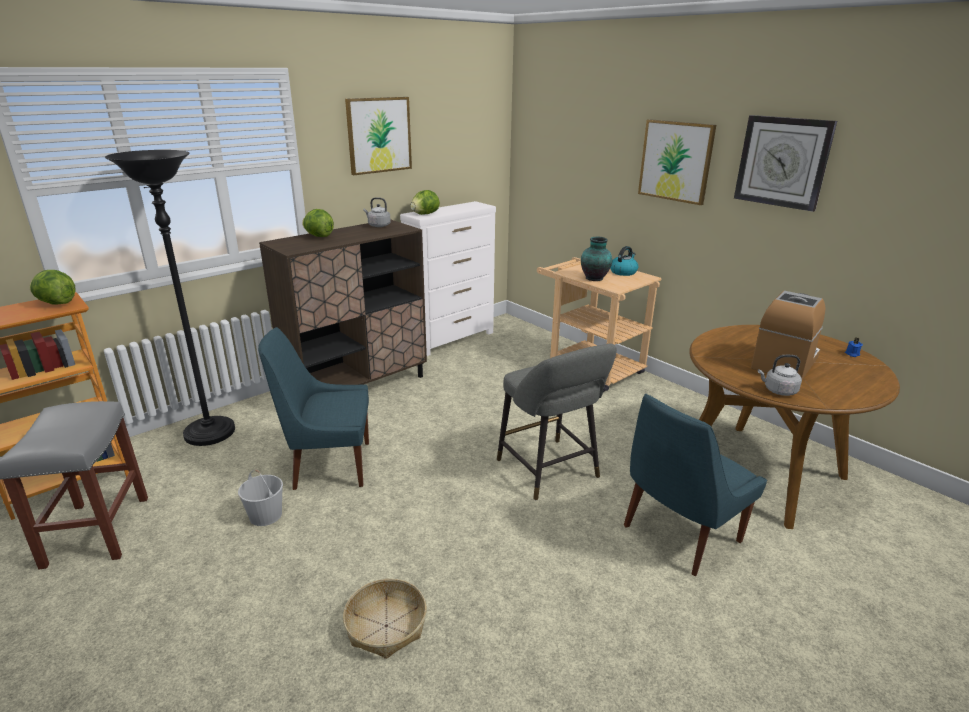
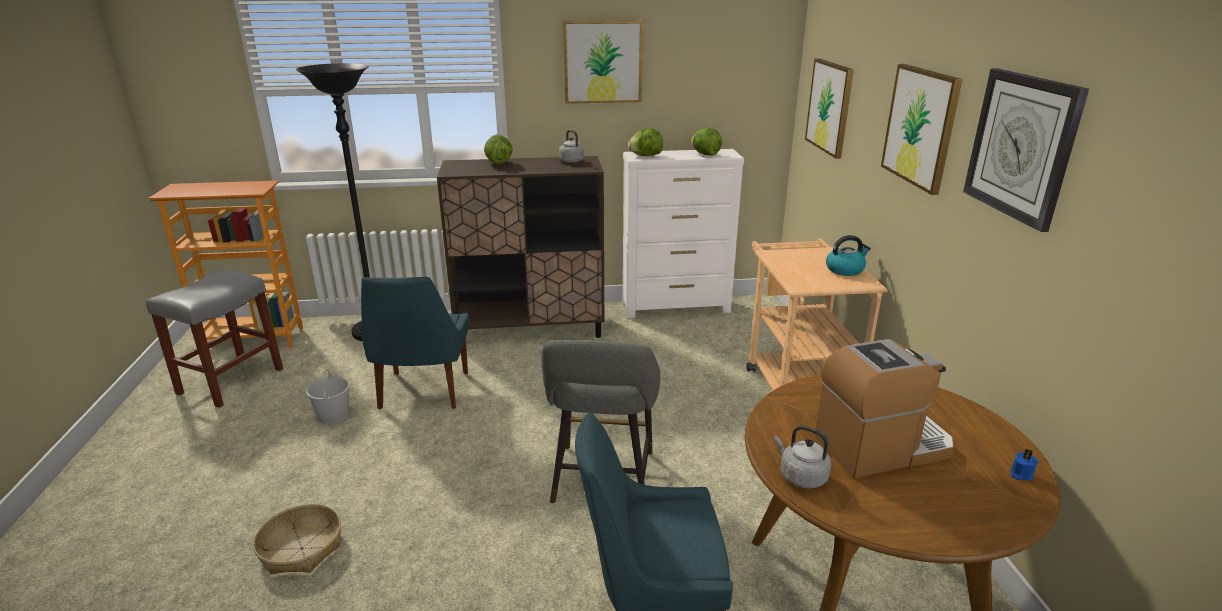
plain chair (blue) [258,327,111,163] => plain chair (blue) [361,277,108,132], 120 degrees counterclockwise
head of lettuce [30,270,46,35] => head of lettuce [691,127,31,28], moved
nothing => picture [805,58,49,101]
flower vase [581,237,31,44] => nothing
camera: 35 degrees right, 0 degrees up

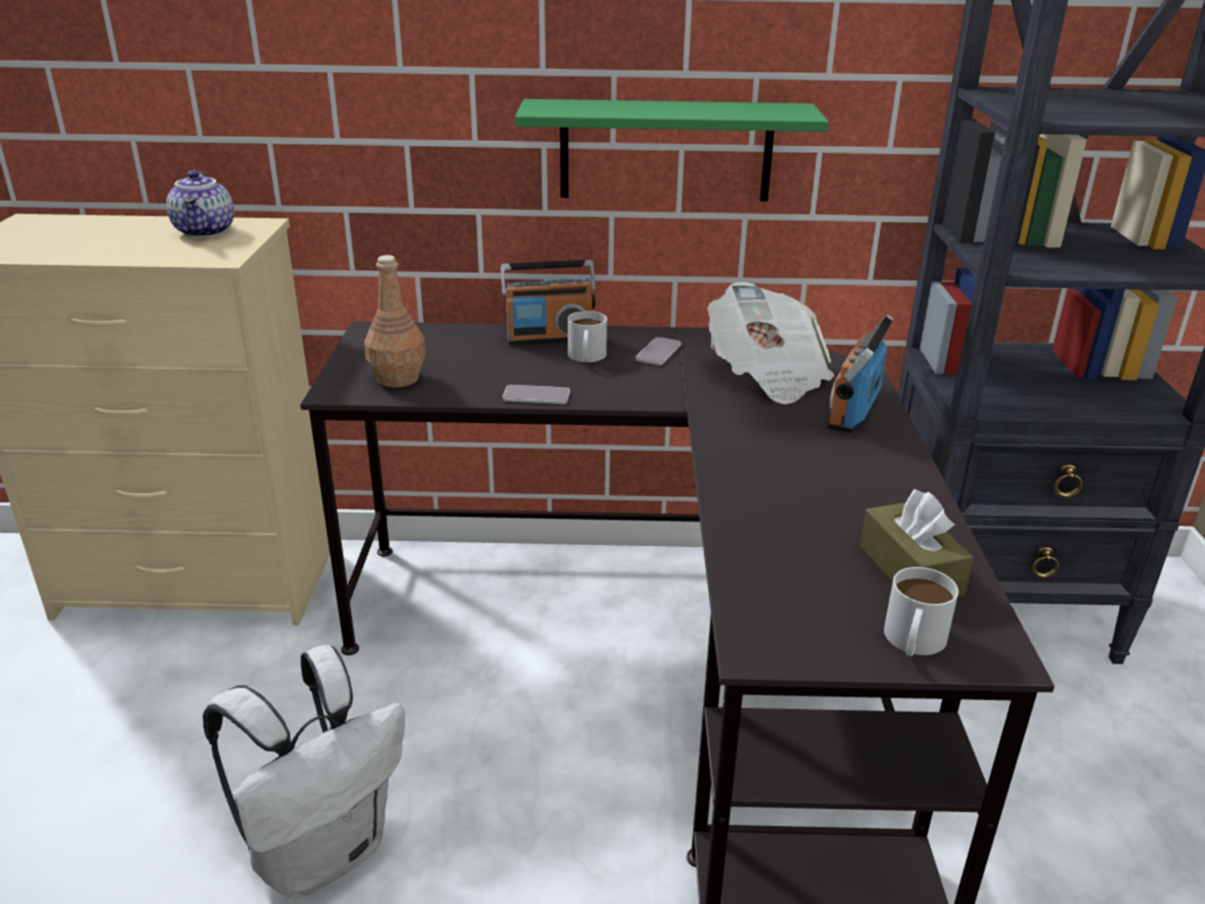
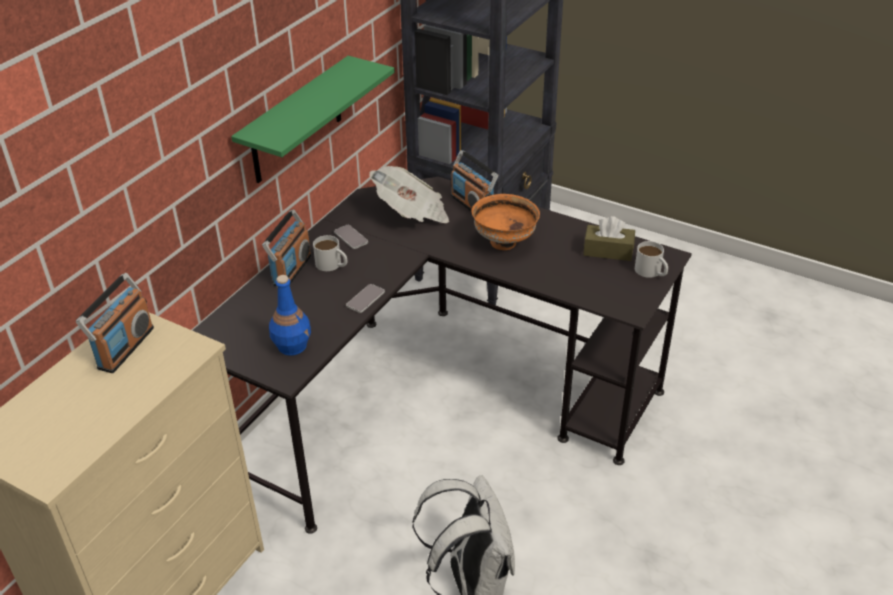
tea pot [166,170,68,68] => radio receiver [76,273,78,100]
drink bottle (brown) [364,255,62,133] => drink bottle (blue) [269,275,42,81]
nothing => deep dish (orange) [471,194,69,56]
camera: 60 degrees left, 10 degrees up

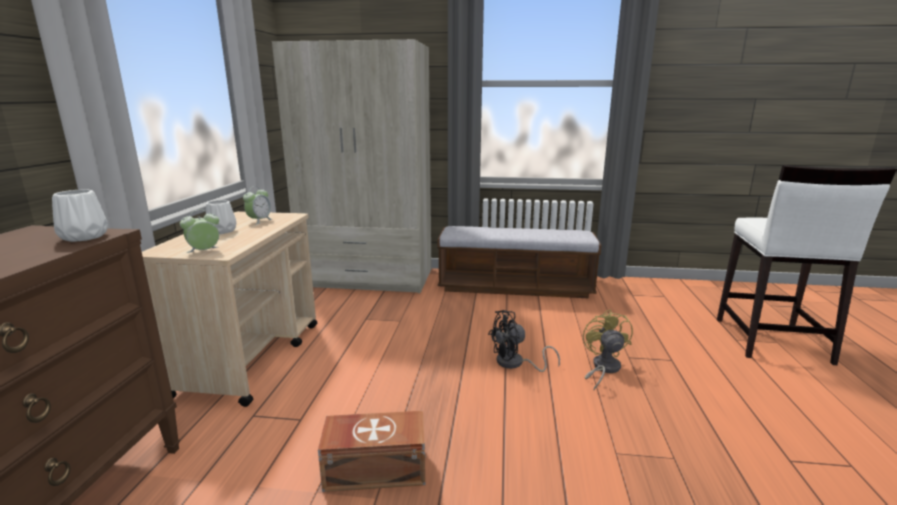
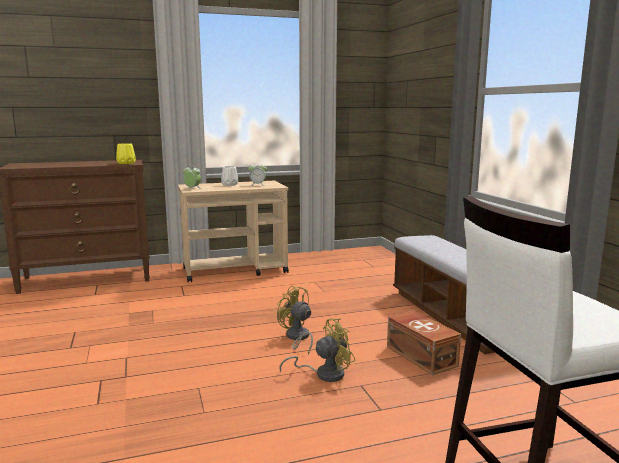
flower vase (white-coloured) [52,189,56,53] => flower vase (yellow) [116,143,20,21]
fan (blackish) [488,310,72,62] => fan (yellow) [277,286,36,68]
storage box (brown) [318,411,107,81] => storage box (brown) [387,311,74,64], moved
clothes cupboard (beige-coloured) [272,39,160,254] => nothing
camera: 65 degrees right, 5 degrees down

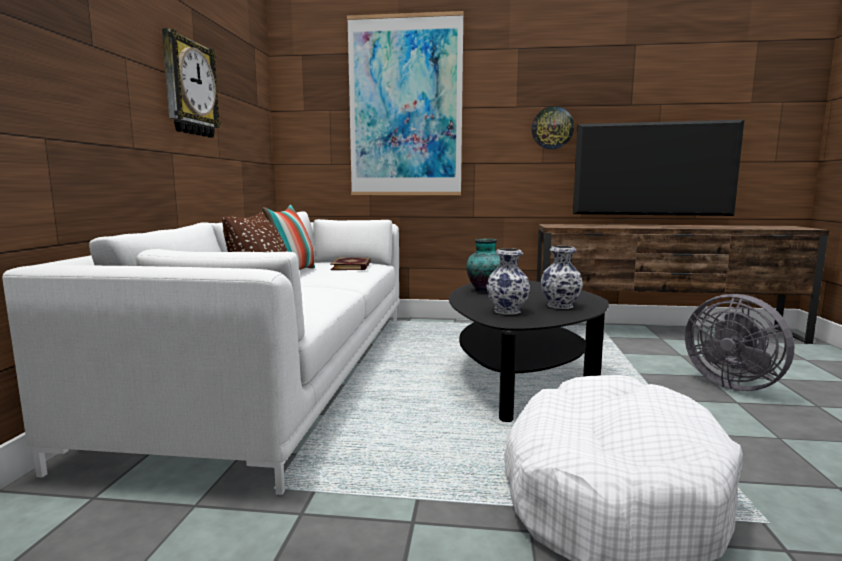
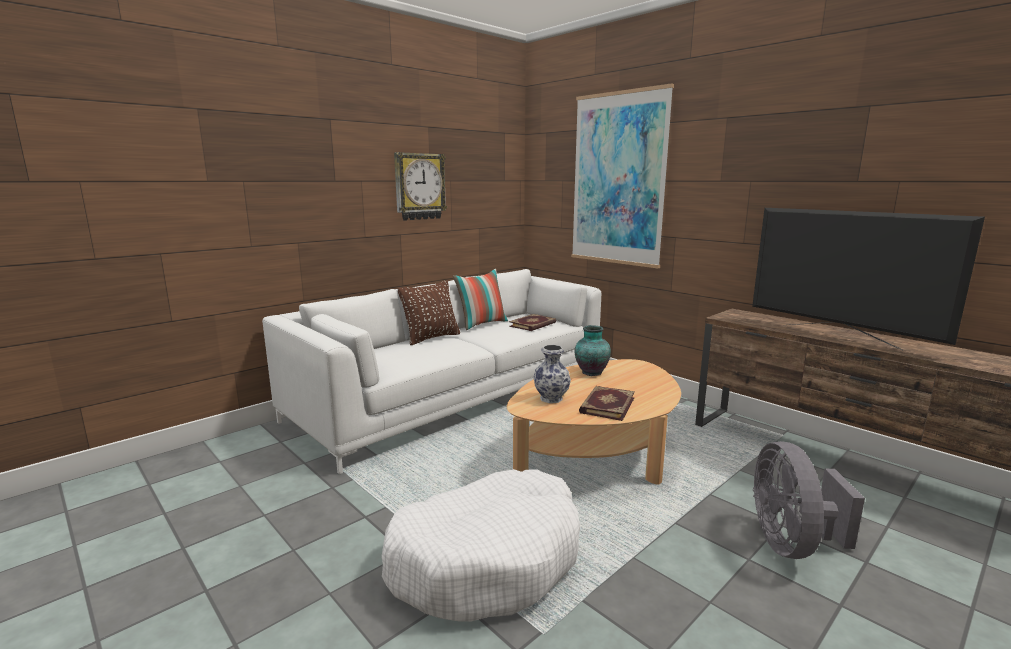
lounge table (blackish) [449,281,160,141] => lounge table (beige-coloured) [507,359,174,126]
flower vase [541,246,42,63] => book [579,386,56,35]
wall clock [532,106,42,43] => nothing
camera: 40 degrees right, 5 degrees up

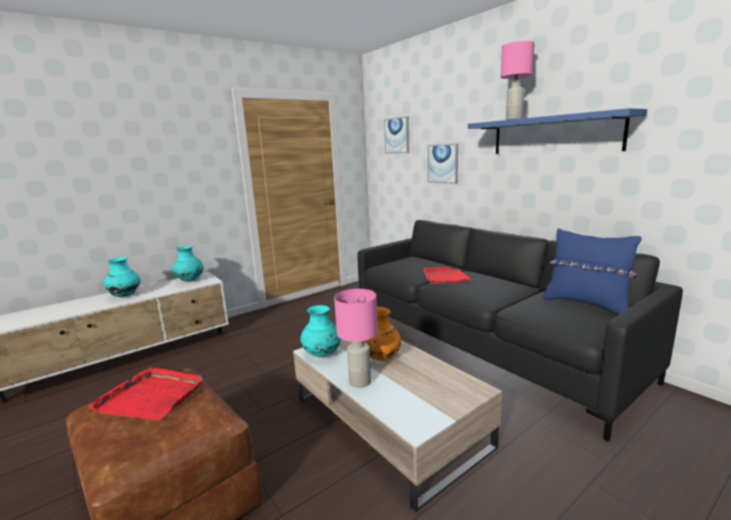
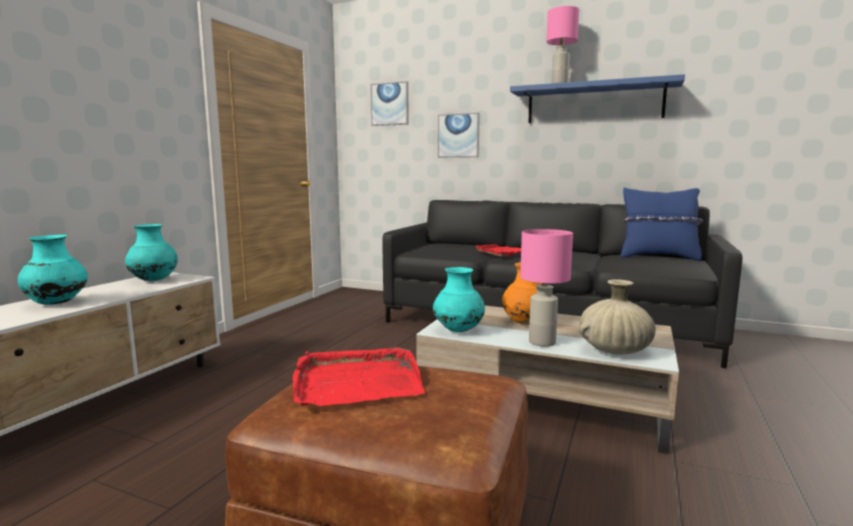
nothing => flower vase (beige-coloured) [578,279,78,76]
camera: 30 degrees left, 5 degrees down

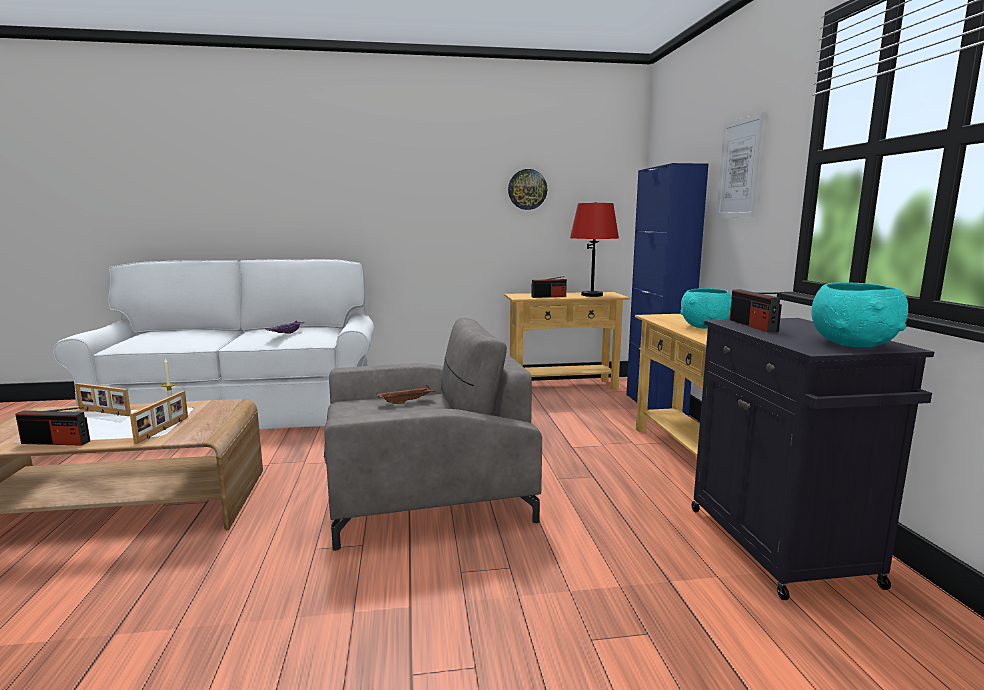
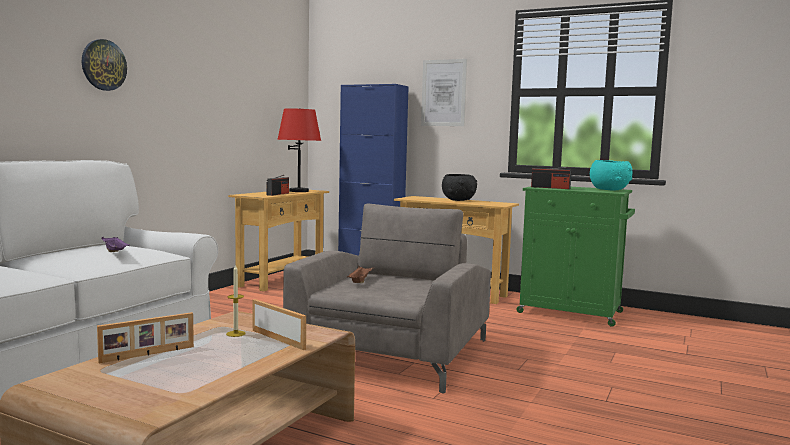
wall clock [508,169,39,41] => wall clock [82,39,45,52], moved
deep dish (turquoise-coloured) [681,288,51,40] => deep dish (blackish) [442,174,35,27]
cupboard (blackish) [692,318,242,282] => cupboard (greenish) [516,186,119,141]
radio receiver [16,407,74,39] => nothing
camera: 55 degrees left, 5 degrees down

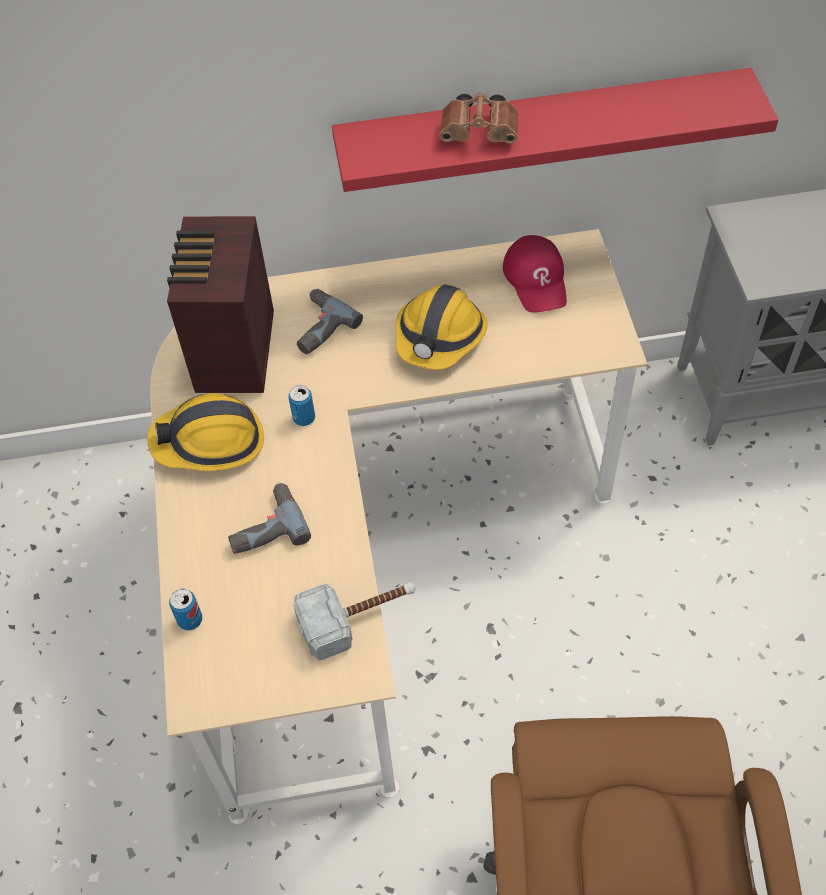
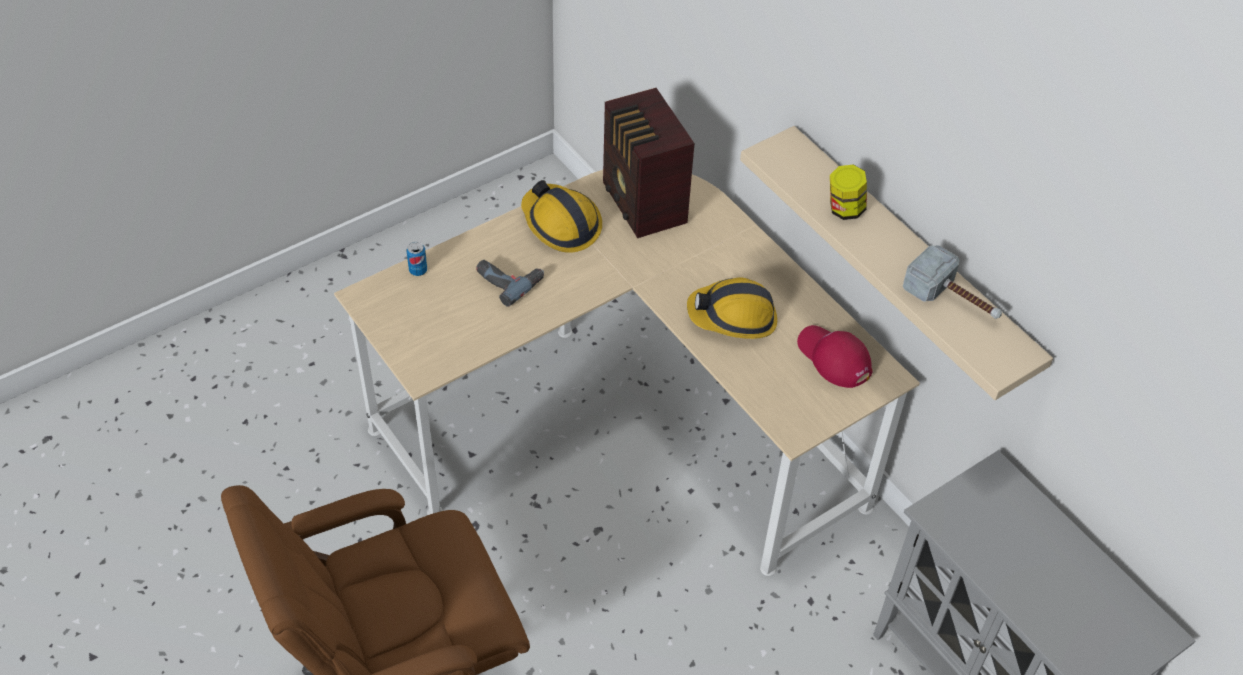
radio receiver [167,216,107,177] => radio receiver [603,88,92,150], 90 degrees counterclockwise
wall shelf (red) [332,68,446,124] => wall shelf (beige-coloured) [740,126,313,274]
cap (red) [503,235,64,78] => cap (red) [797,325,76,63], 90 degrees clockwise
pair of binoculars (brown) [439,92,79,52] => storage jar [830,165,37,55]
hammer [293,581,123,79] => hammer [903,245,99,74], moved
can [288,385,27,41] => nothing
power drill [297,289,66,65] => nothing
camera: 60 degrees right, 5 degrees down

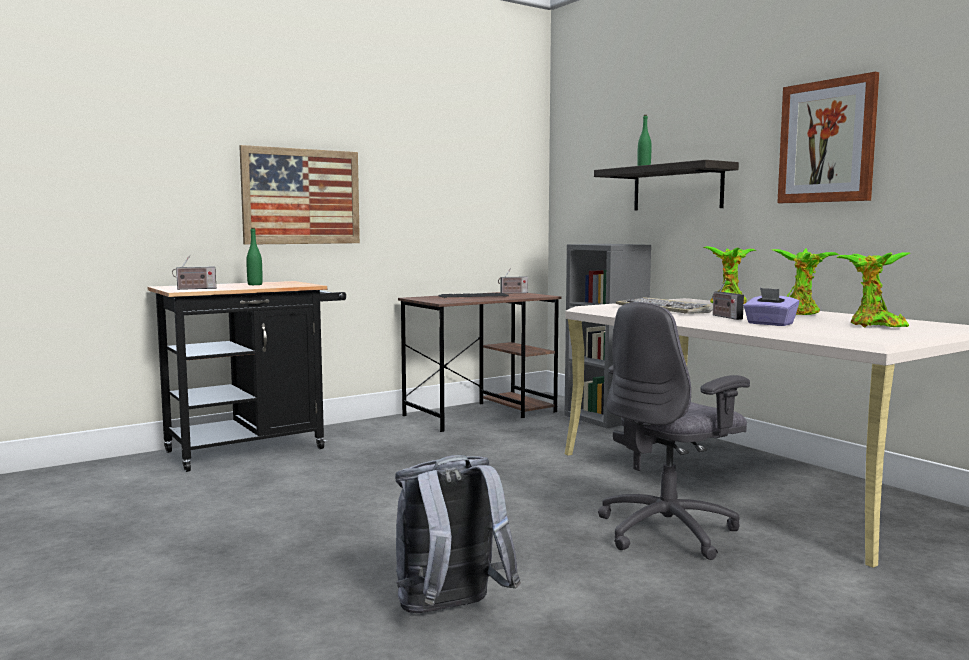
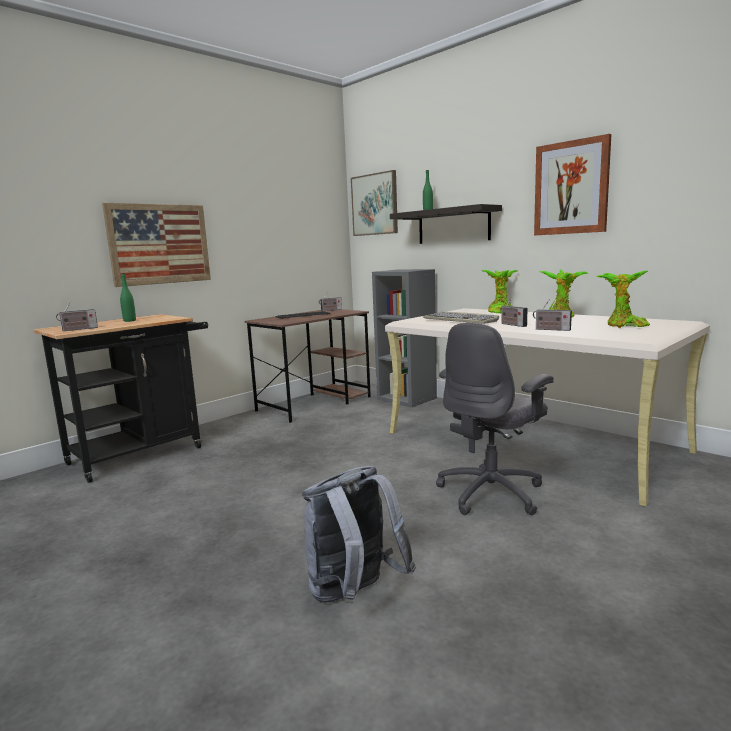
nothing => picture [351,170,47,66]
tissue box (purplish) [744,288,55,38] => radio receiver [533,299,39,32]
camera: 10 degrees left, 5 degrees up

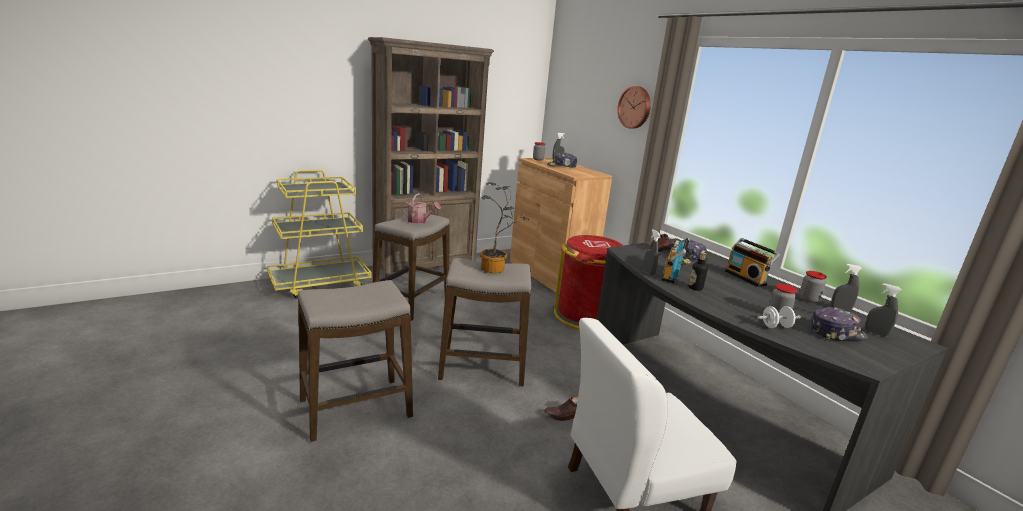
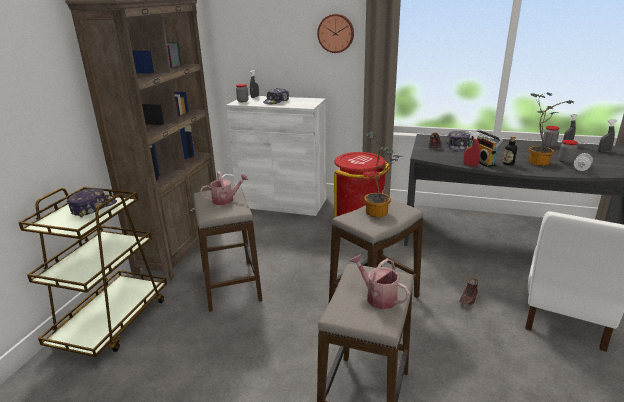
trolley (yellow) [267,170,104,129] => trolley (brown) [18,187,149,170]
cap [810,307,58,33] => cap [68,188,49,30], moved
cupboard (brown) [510,158,102,137] => cupboard (white-coloured) [226,96,101,120]
nothing => sprinkling can [349,254,61,55]
spray bottle (greyish) [643,229,17,47] => spray bottle (red) [463,131,17,36]
nothing => plant in a pot [529,93,45,73]
radio receiver [725,238,55,49] => nothing
camera: 40 degrees left, 5 degrees up

